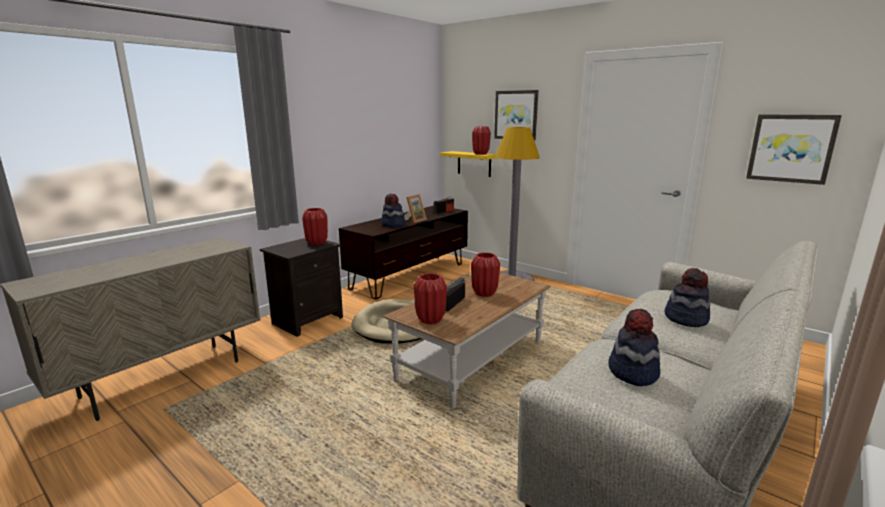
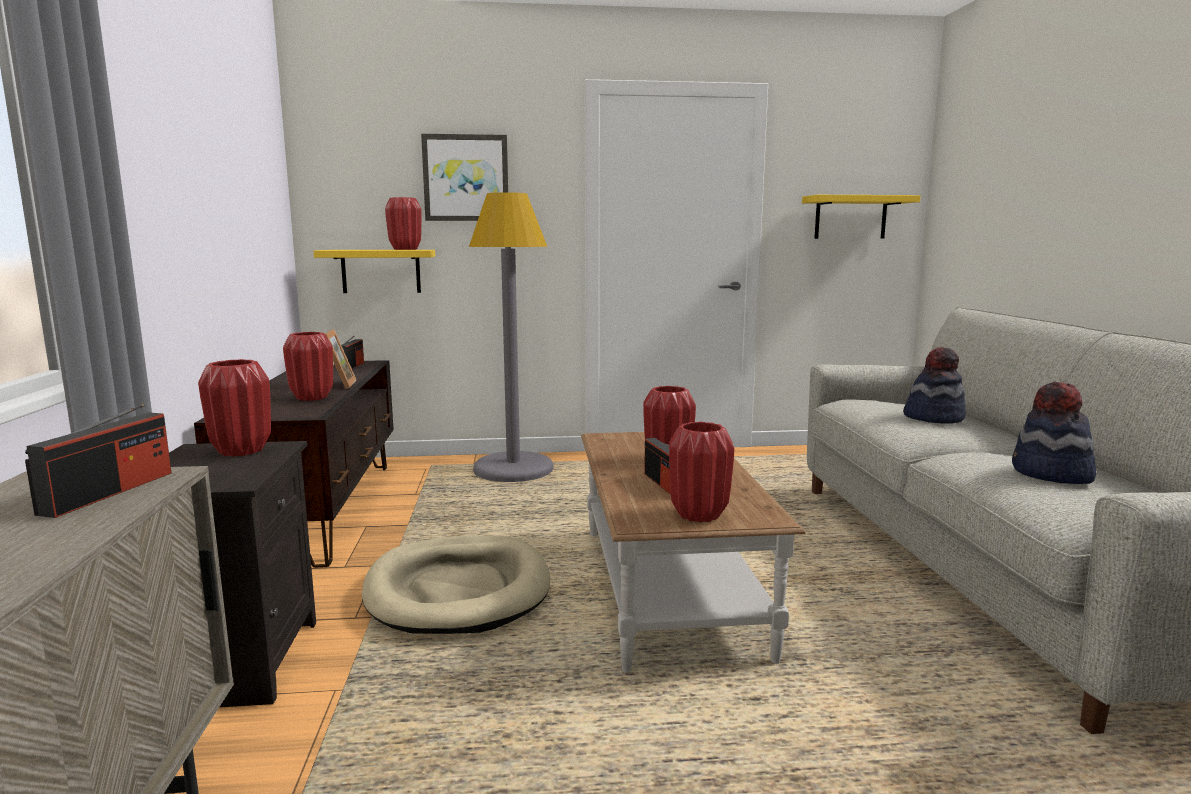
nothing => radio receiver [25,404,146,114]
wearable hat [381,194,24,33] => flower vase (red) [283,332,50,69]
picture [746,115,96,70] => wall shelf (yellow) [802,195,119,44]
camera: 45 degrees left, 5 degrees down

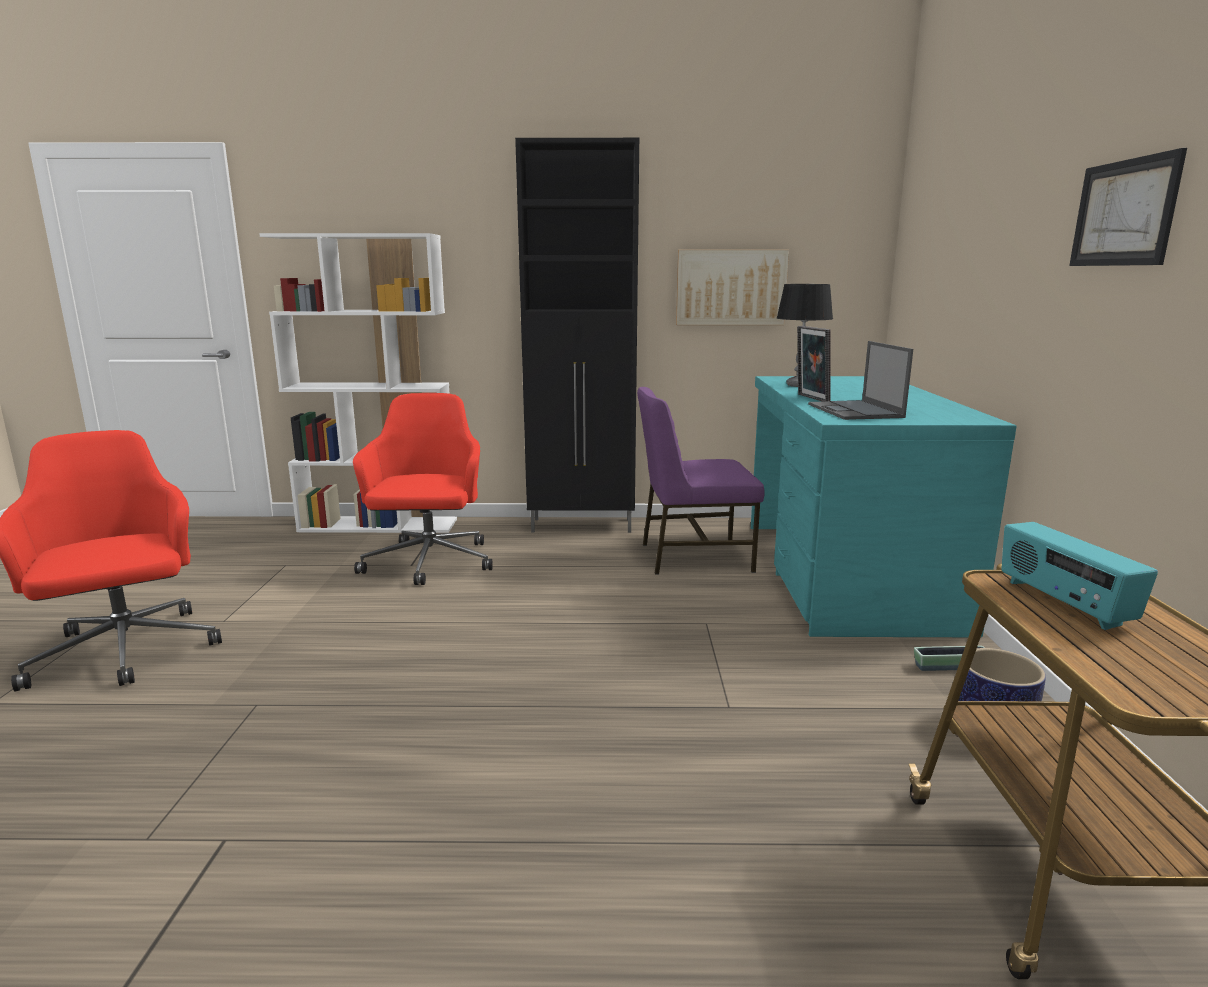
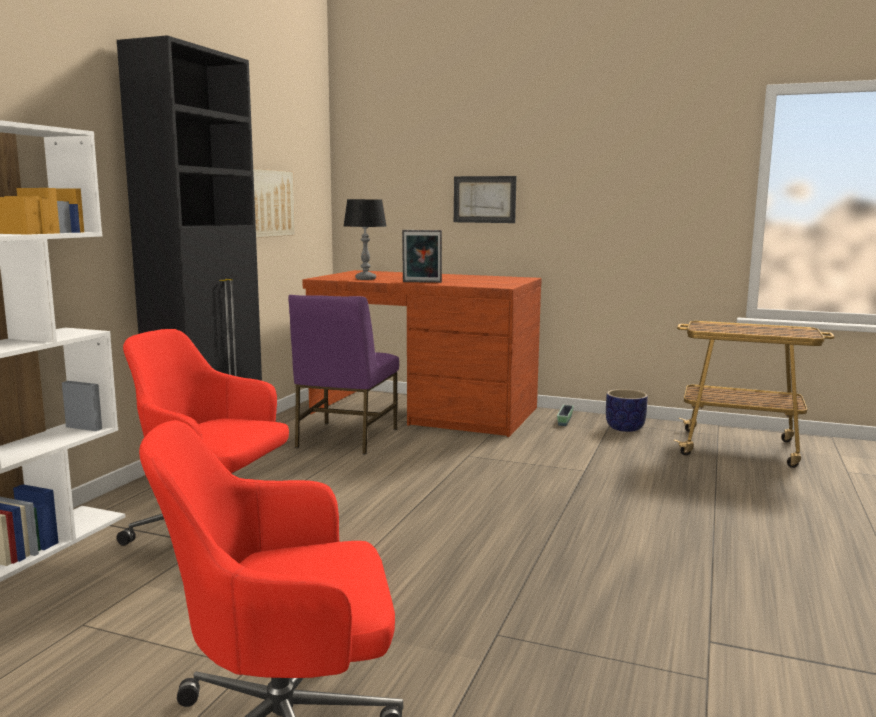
desk unit (turquoise-coloured) [751,376,266,261] => desk unit (brown) [302,270,240,167]
picture [1069,148,118,118] => picture [454,176,63,47], moved
notebook computer [808,341,105,79] => nothing
radio receiver [1001,522,157,108] => nothing
camera: 70 degrees left, 5 degrees down

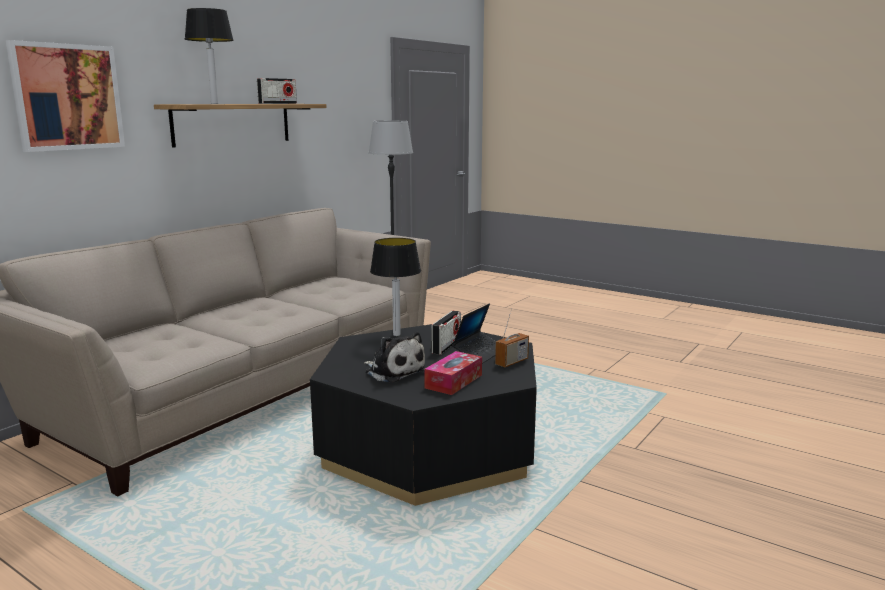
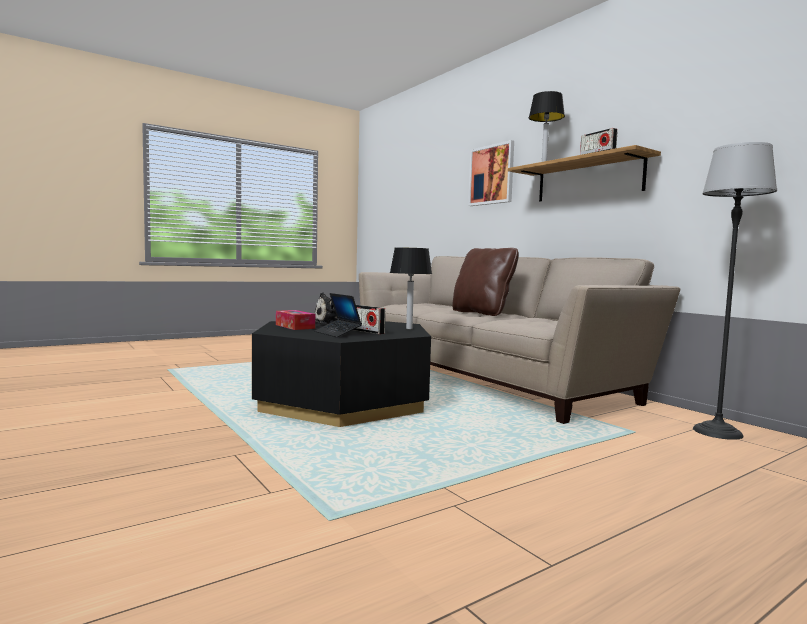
nothing => cushion (brown) [452,248,67,68]
radio receiver [495,309,34,58] => nothing
camera: 110 degrees right, 10 degrees down

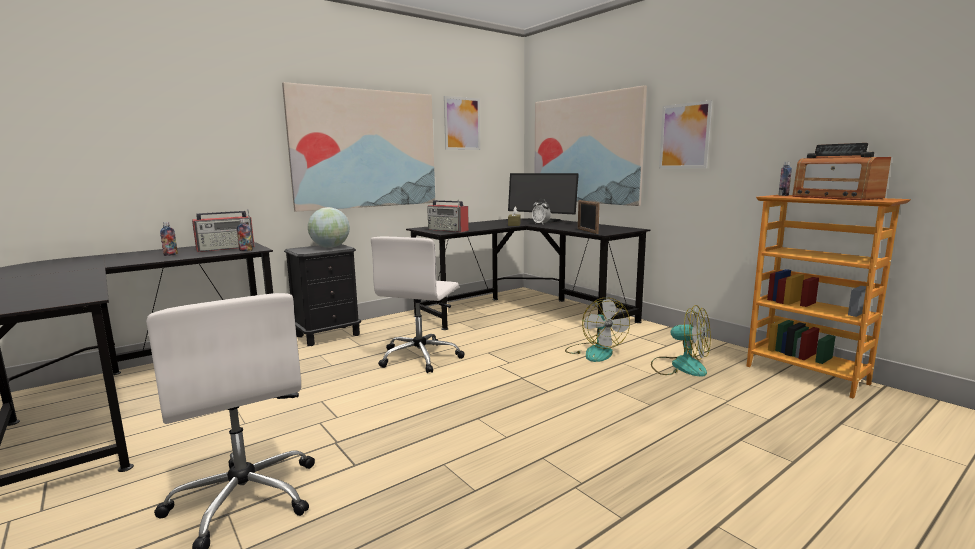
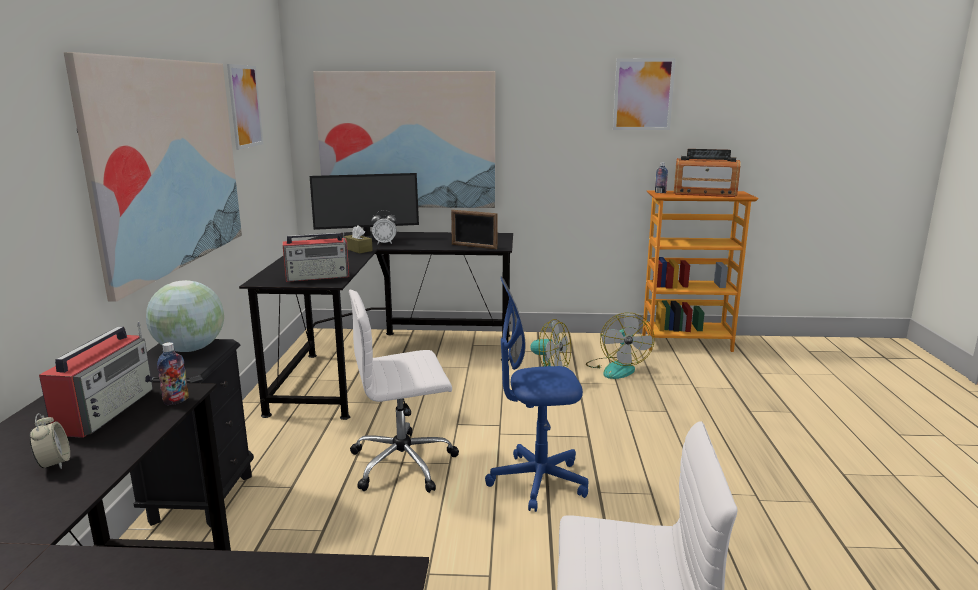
drink bottle [160,222,18,34] => alarm clock [29,413,41,56]
desk chair (white-coloured) [371,237,94,136] => desk chair (white-coloured) [349,290,110,203], 105 degrees clockwise
nothing => desk chair (blue) [485,276,103,236]
fan [651,305,60,72] => fan [586,312,69,67], 105 degrees clockwise
picture [659,100,54,68] => picture [613,58,63,72], moved
camera: 50 degrees left, 5 degrees up

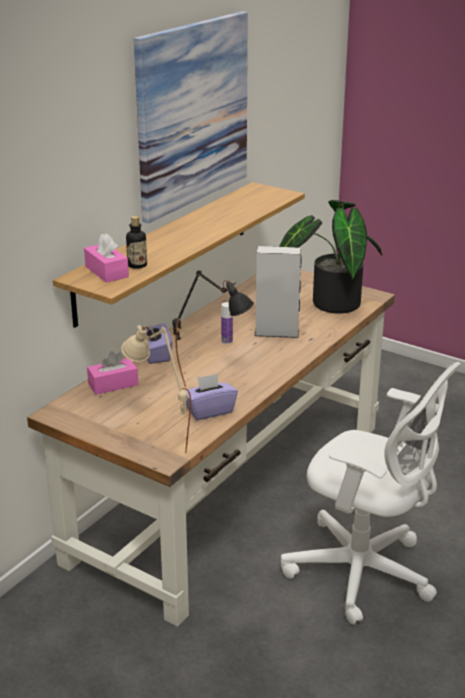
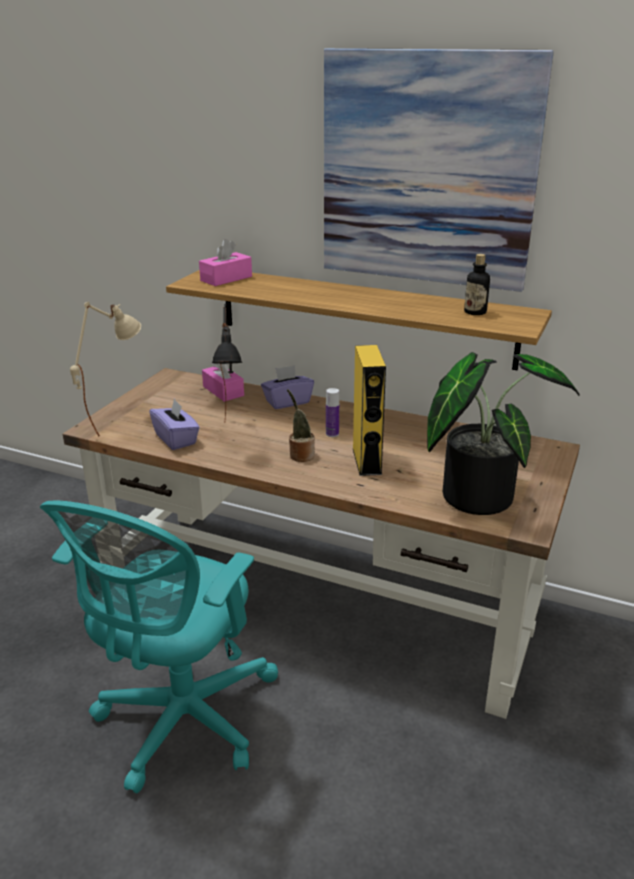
desk chair (white-coloured) [281,362,180,263] => desk chair (turquoise-coloured) [40,500,238,293]
nothing => plant in a pot [287,389,28,73]
loudspeaker (greyish) [255,246,47,92] => loudspeaker (yellow) [352,345,34,131]
drink bottle [126,216,21,53] => drink bottle [464,254,26,61], moved
camera: 80 degrees right, 0 degrees up

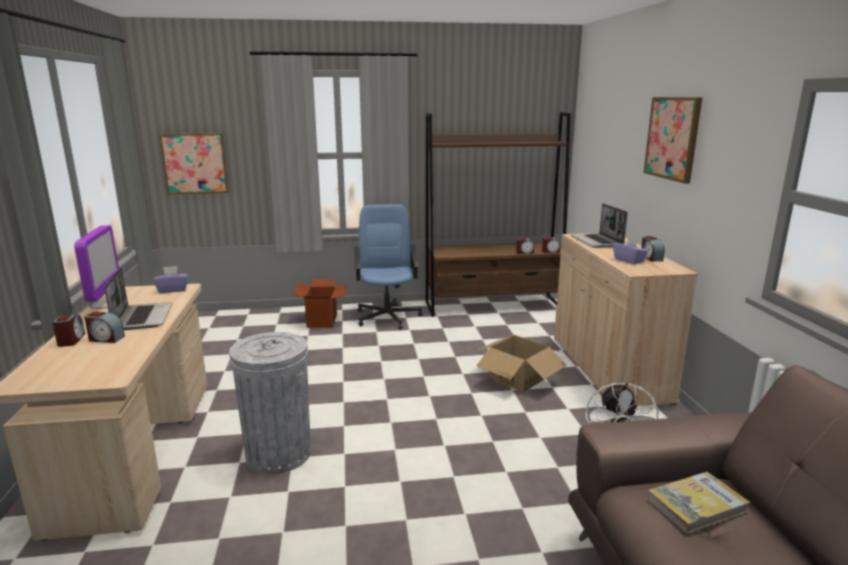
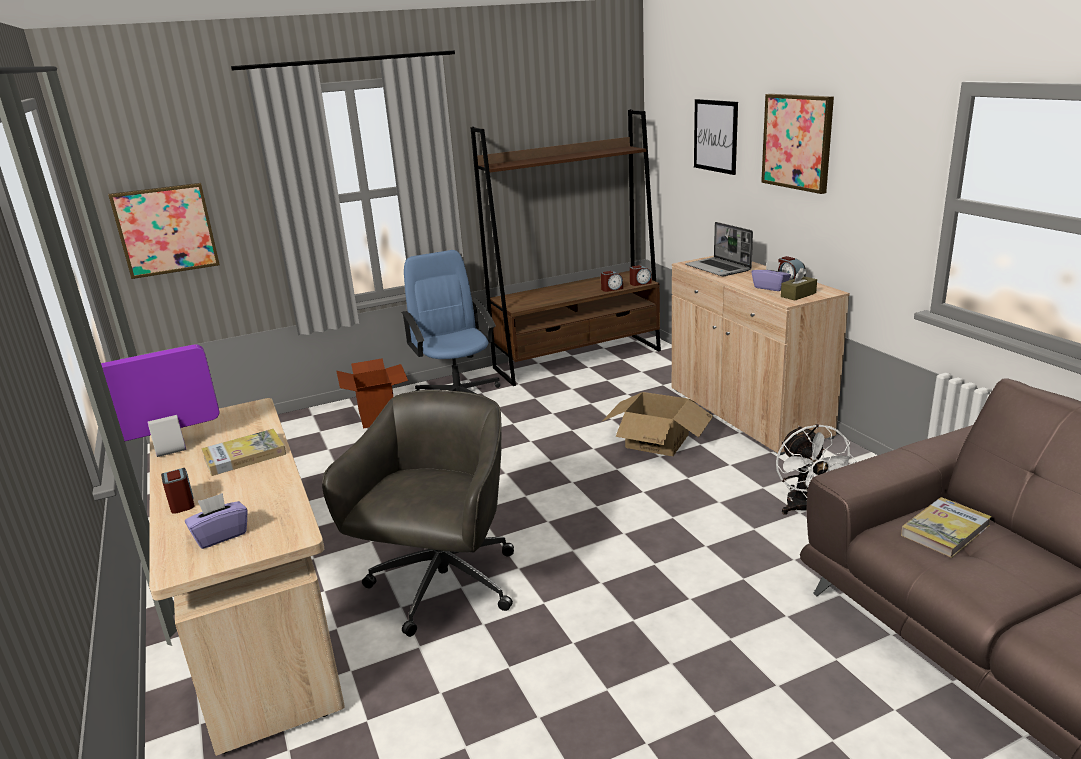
computer screen [74,225,45,84] => computer screen [101,344,119,113], 90 degrees counterclockwise
tissue box (purplish) [153,266,35,27] => tissue box (purplish) [185,493,63,56], moved
notebook computer [104,267,69,63] => book [201,429,85,47]
waste bin (greyish) [229,332,82,142] => desk chair (greyish) [322,390,192,247]
nothing => picture [694,99,44,76]
nothing => tissue box (brown) [781,268,36,33]
alarm clock [84,312,41,31] => nothing
camera: 15 degrees left, 5 degrees up

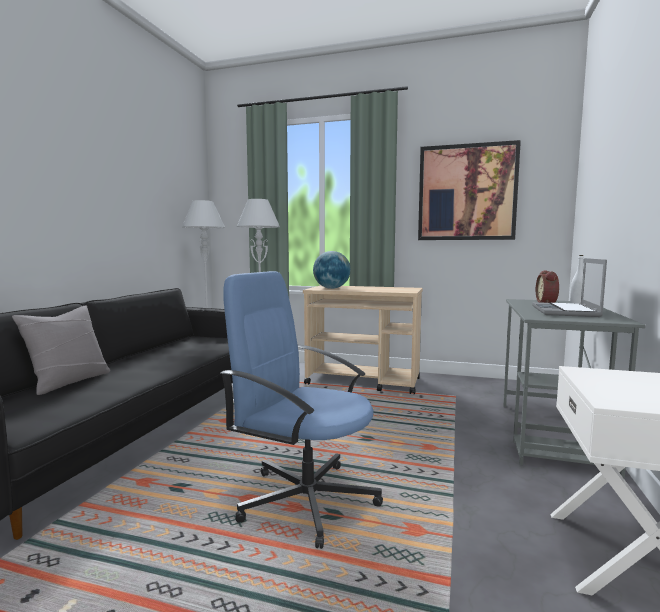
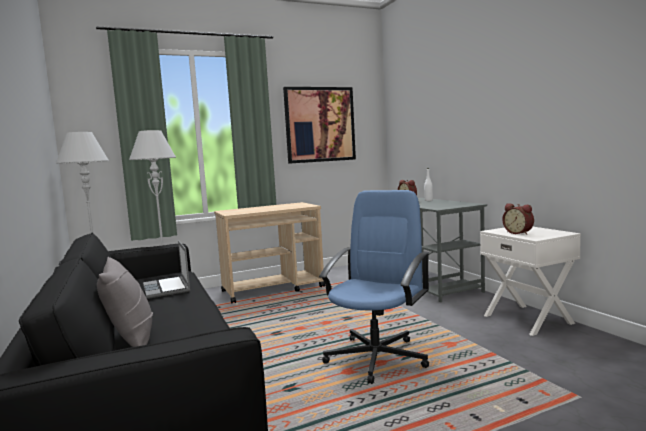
notebook computer [532,258,75,59] => notebook computer [143,240,47,59], moved
desk chair (blue) [220,271,163,278] => desk chair (blue) [319,190,111,194], 135 degrees clockwise
nothing => alarm clock [503,203,31,32]
globe [313,251,38,38] => nothing
camera: 40 degrees left, 0 degrees up

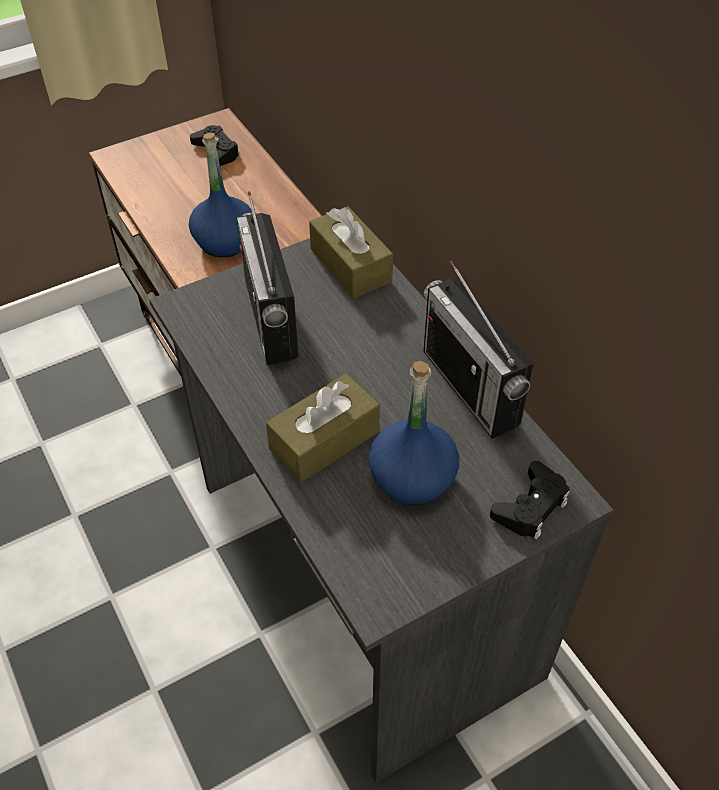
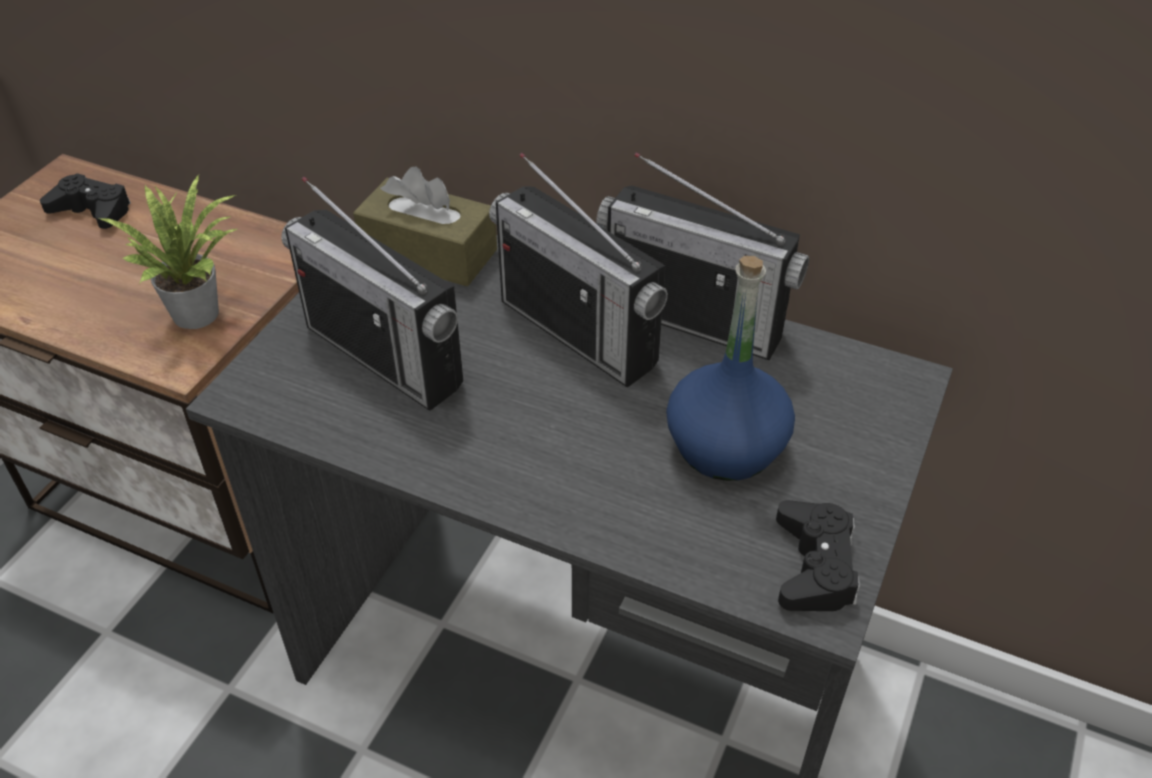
drink bottle (blue) [189,133,63,124] => plant in a pot [99,175,138,154]
nothing => radio receiver [489,153,179,234]
game controller (blackish) [490,461,80,78] => game controller (blackish) [776,500,84,111], moved
tissue box (brown) [266,374,114,109] => nothing
camera: 35 degrees left, 5 degrees down

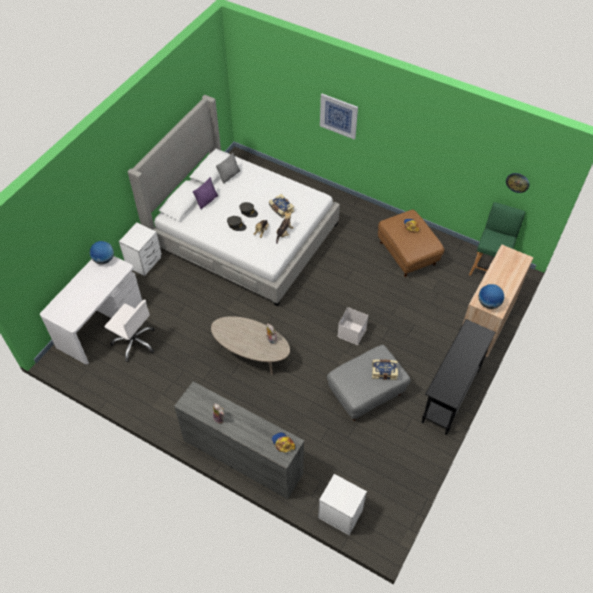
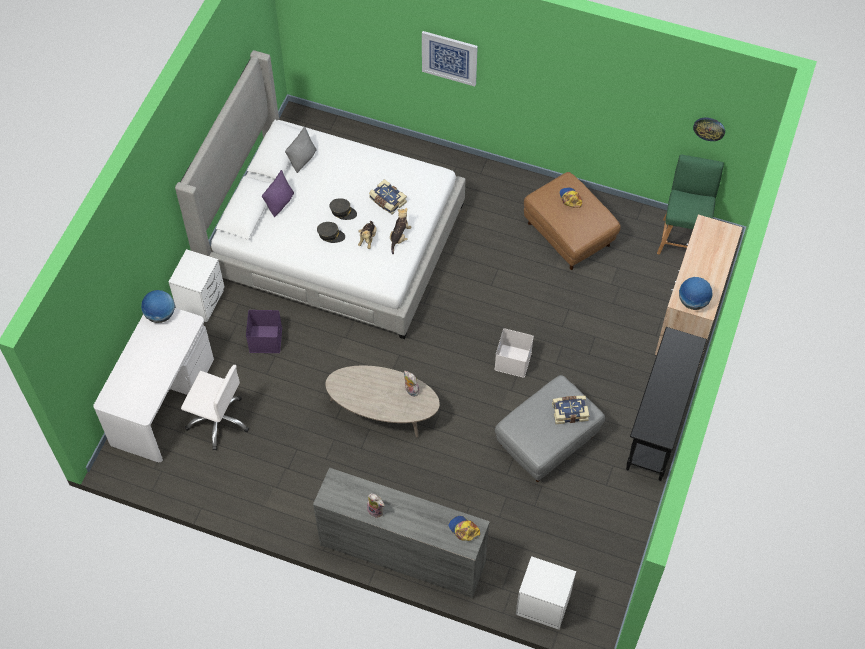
nothing => storage box (purplish) [246,310,36,43]
camera: 10 degrees left, 5 degrees up

